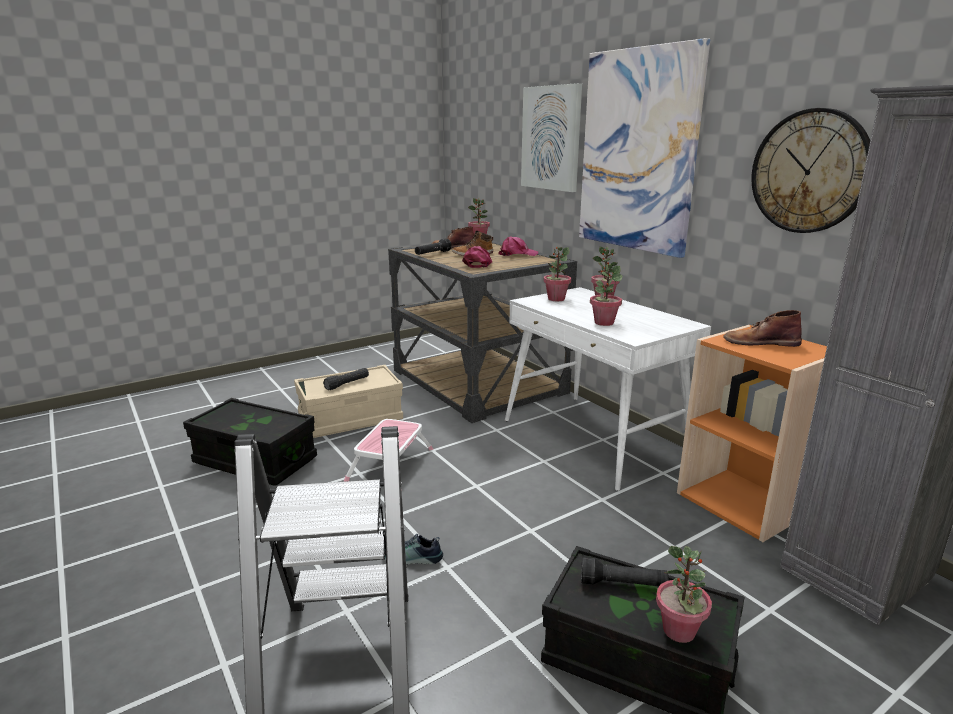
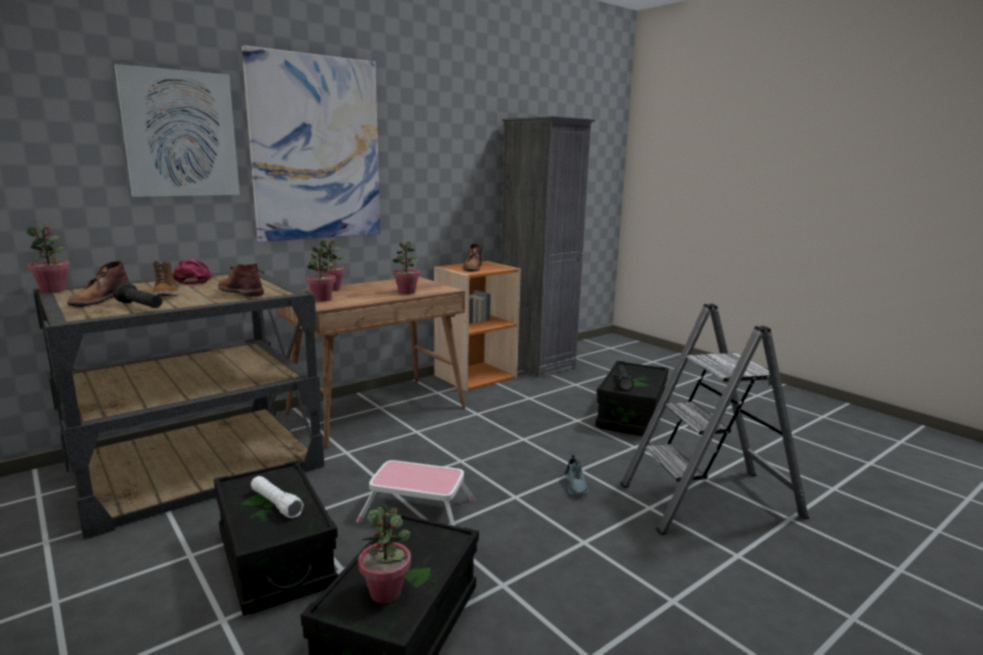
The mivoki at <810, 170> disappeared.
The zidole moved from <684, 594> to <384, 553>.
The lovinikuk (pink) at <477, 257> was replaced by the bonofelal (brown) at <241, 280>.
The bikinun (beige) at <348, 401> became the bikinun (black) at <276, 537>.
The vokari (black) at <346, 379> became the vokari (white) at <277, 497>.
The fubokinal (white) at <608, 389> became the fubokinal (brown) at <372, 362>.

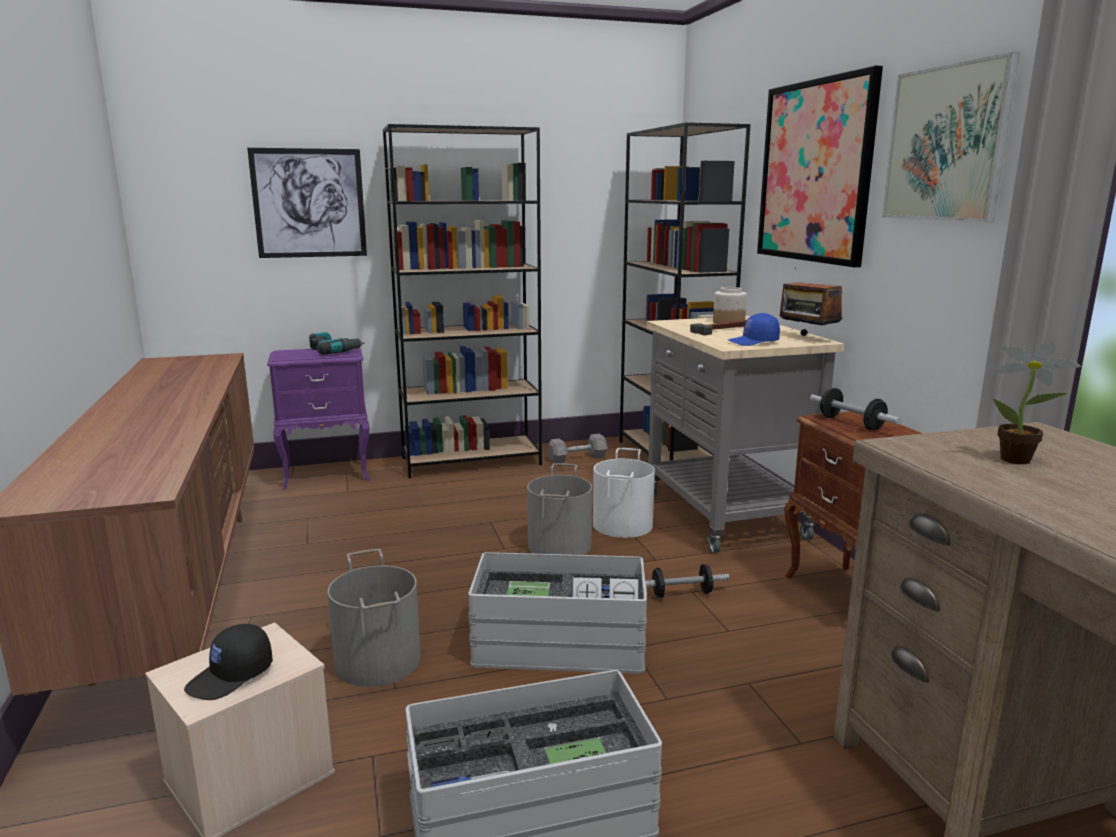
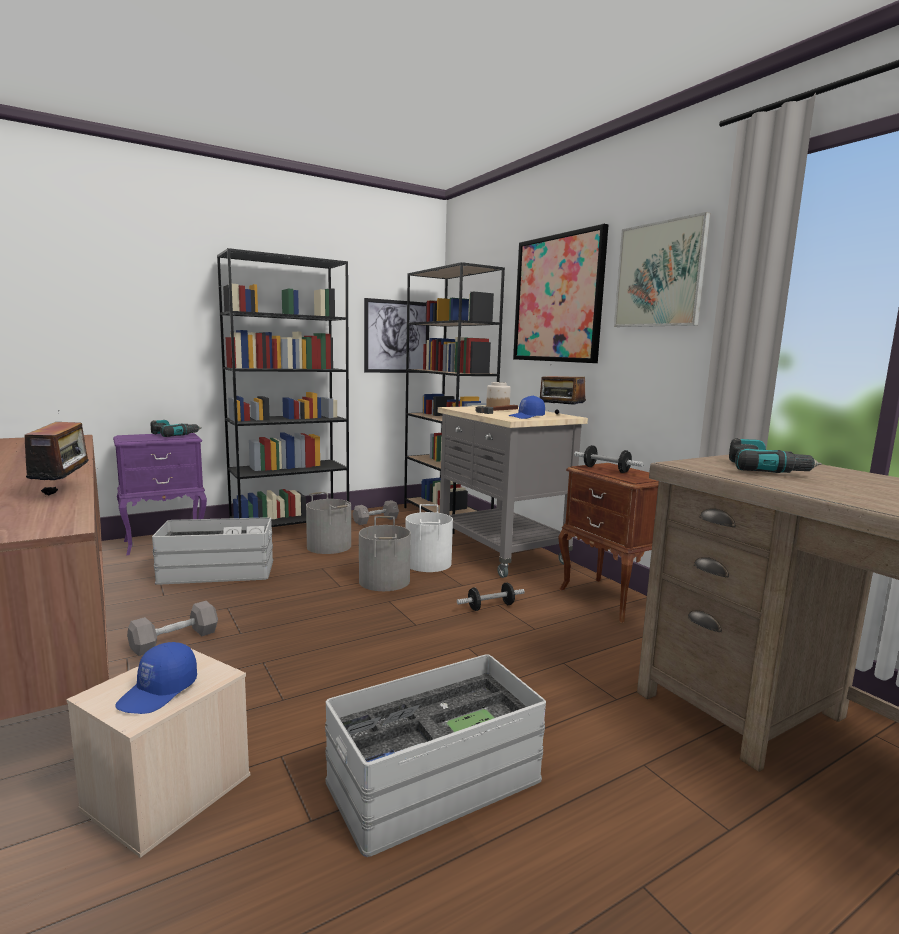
The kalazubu at <59, 452> appeared.
The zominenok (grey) at <172, 628> appeared.
The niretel moved from <307, 203> to <396, 335>.
The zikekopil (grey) moved from <374, 618> to <328, 523>.
The bikinun (grey) moved from <557, 613> to <212, 551>.
The zidole at <1037, 403> was replaced by the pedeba at <775, 455>.
The lovinikuk (black) at <228, 662> became the lovinikuk (blue) at <156, 678>.
The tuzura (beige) at <462, 301> became the tuzura (black) at <283, 387>.

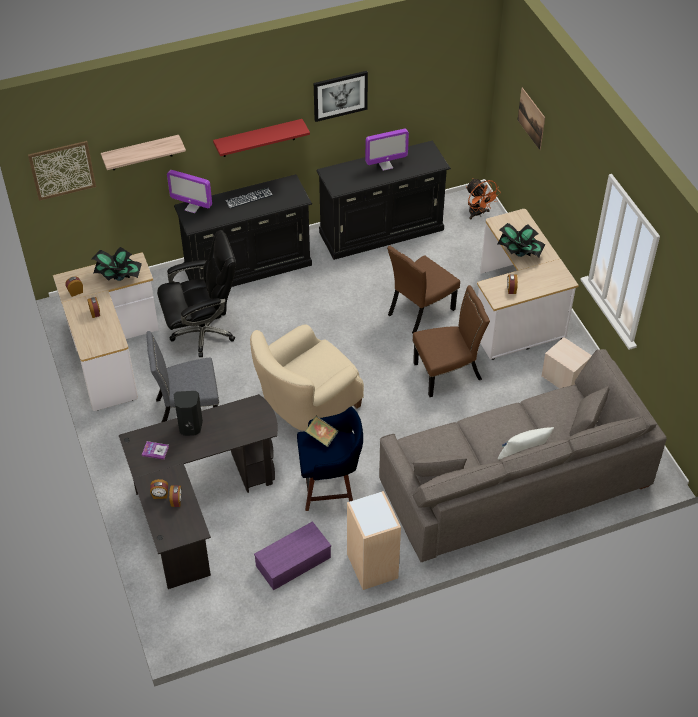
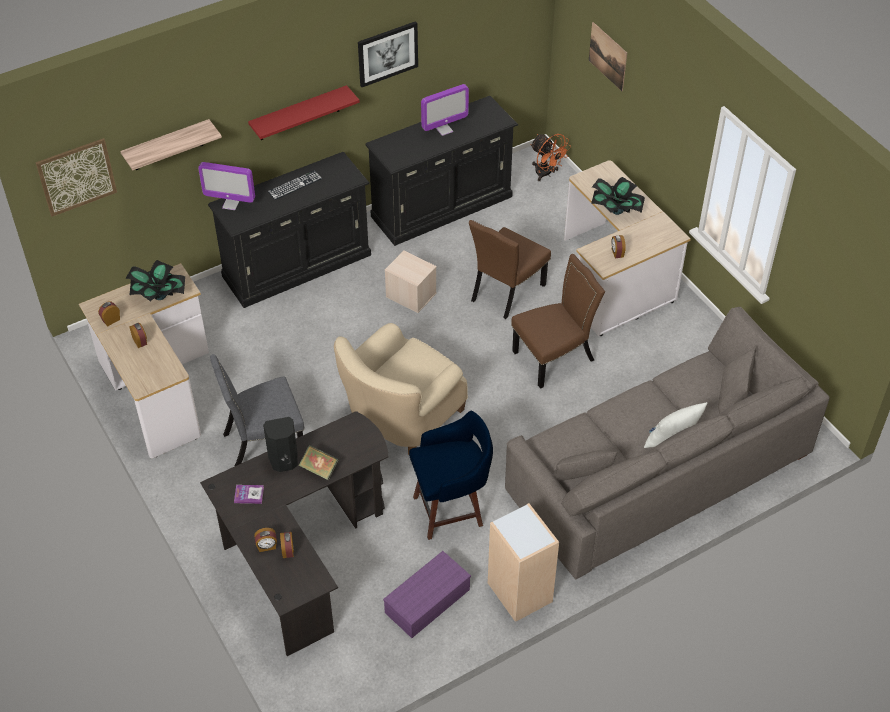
The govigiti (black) at <196, 293> disappeared.
The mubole moved from <322, 431> to <319, 462>.
The bikinun (beige) moved from <566, 363> to <411, 282>.

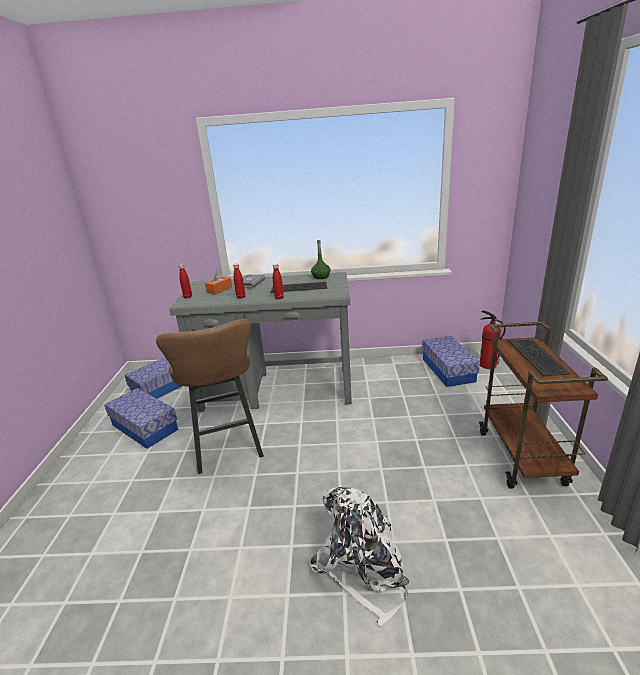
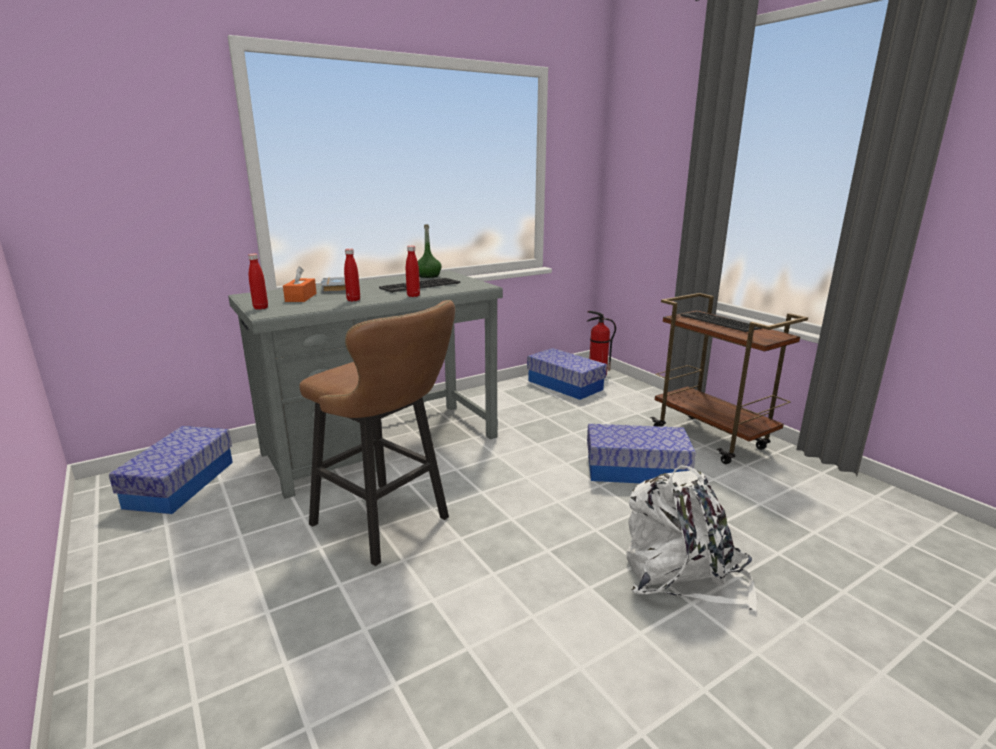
The bikinun moved from <141, 418> to <641, 453>.

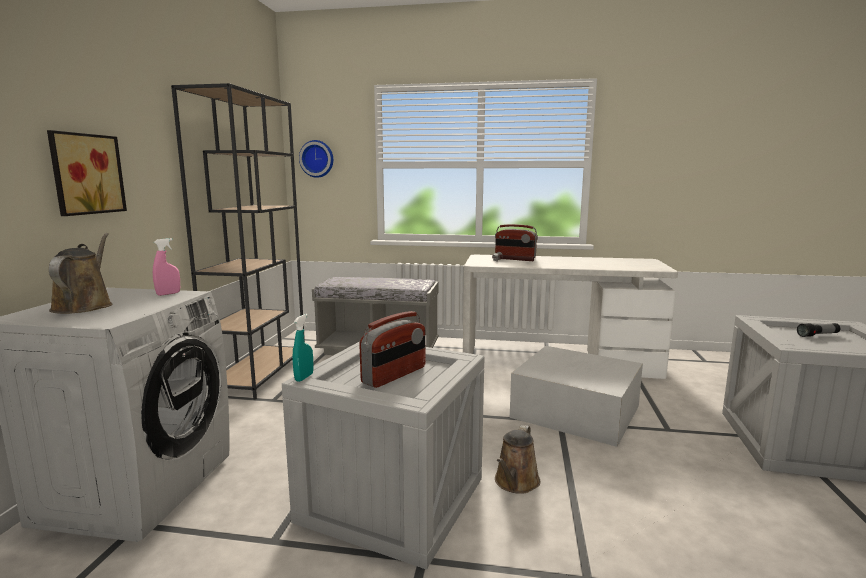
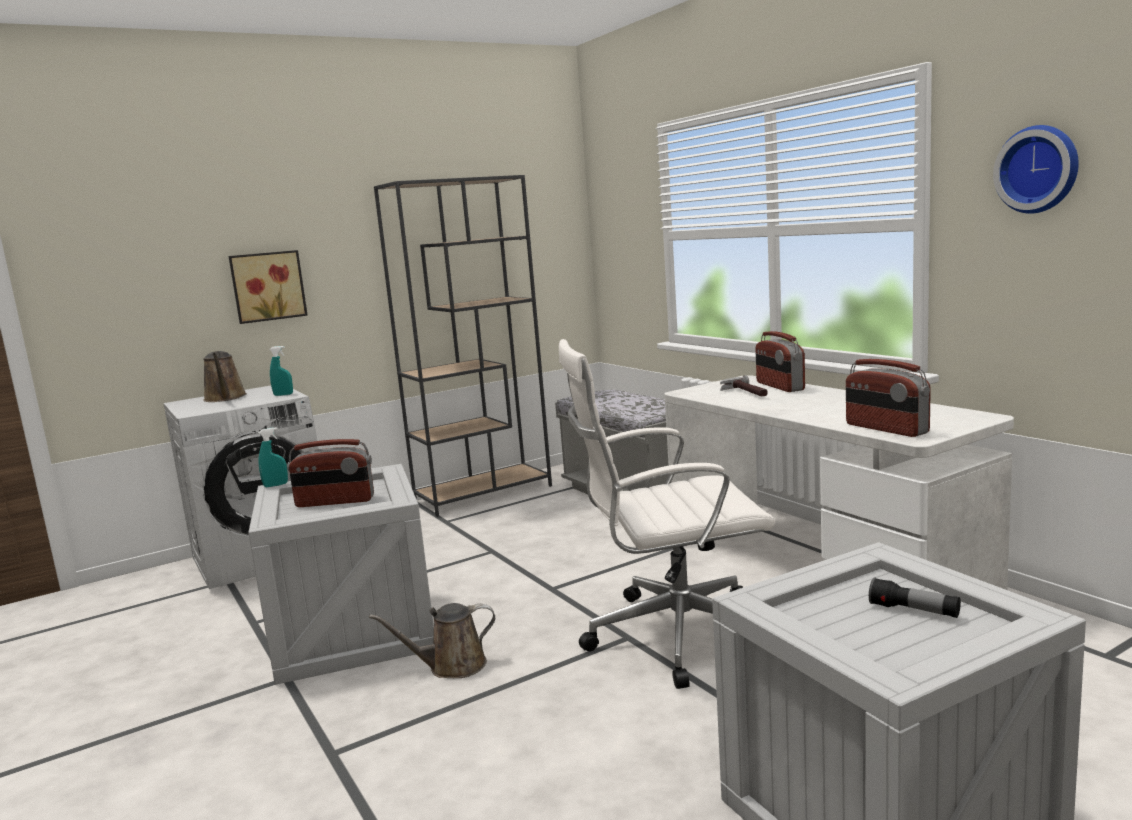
The kalazubu at <888, 398> appeared.
The mivoki moved from <316, 159> to <1036, 169>.
The bikinun (white) at <576, 396> was replaced by the govigiti (white) at <667, 514>.
The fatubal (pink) at <166, 267> became the fatubal (turquoise) at <281, 371>.
The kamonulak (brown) at <80, 273> turned 120 degrees clockwise.

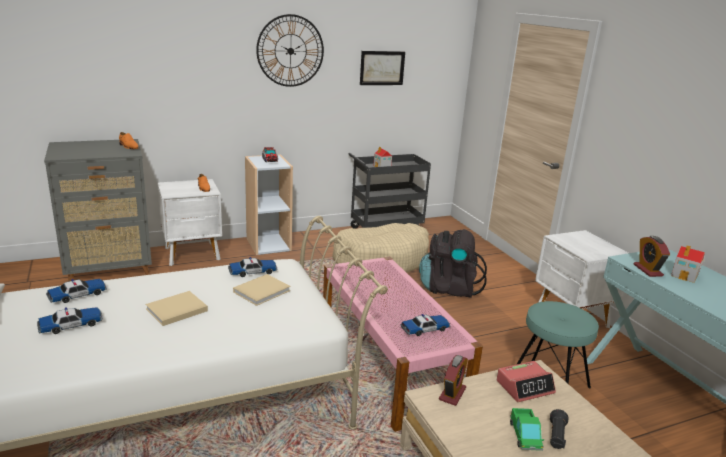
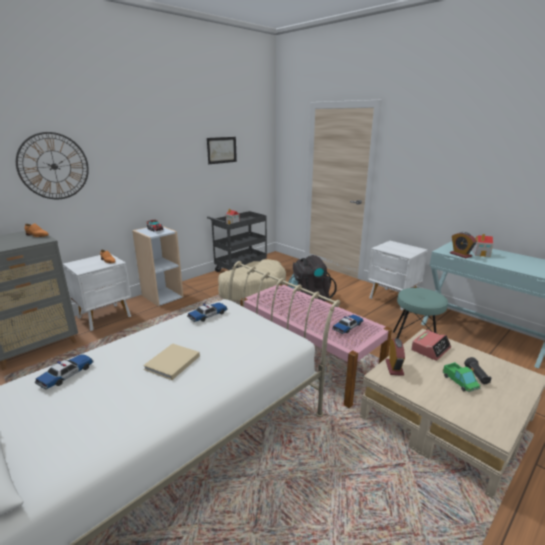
The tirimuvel at <70, 320> disappeared.
The mubole (beige) at <262, 290> disappeared.
The mivoki moved from <290, 50> to <52, 165>.

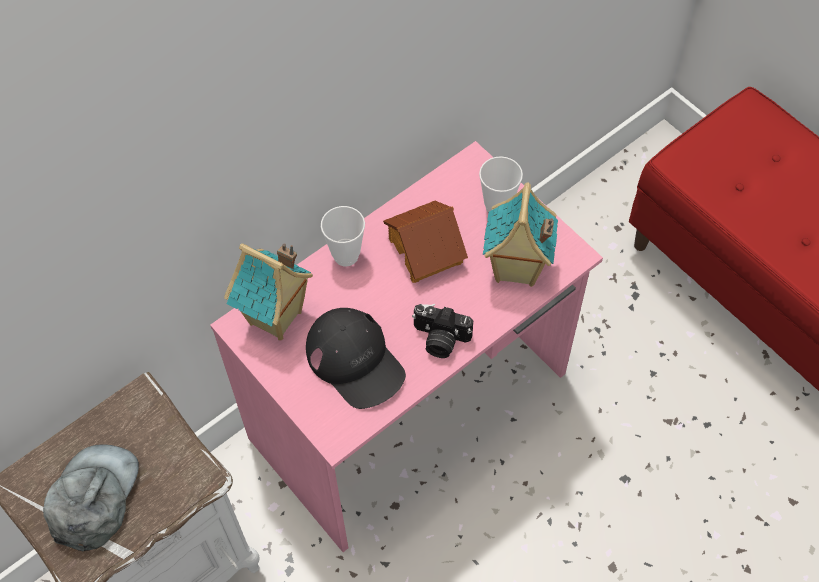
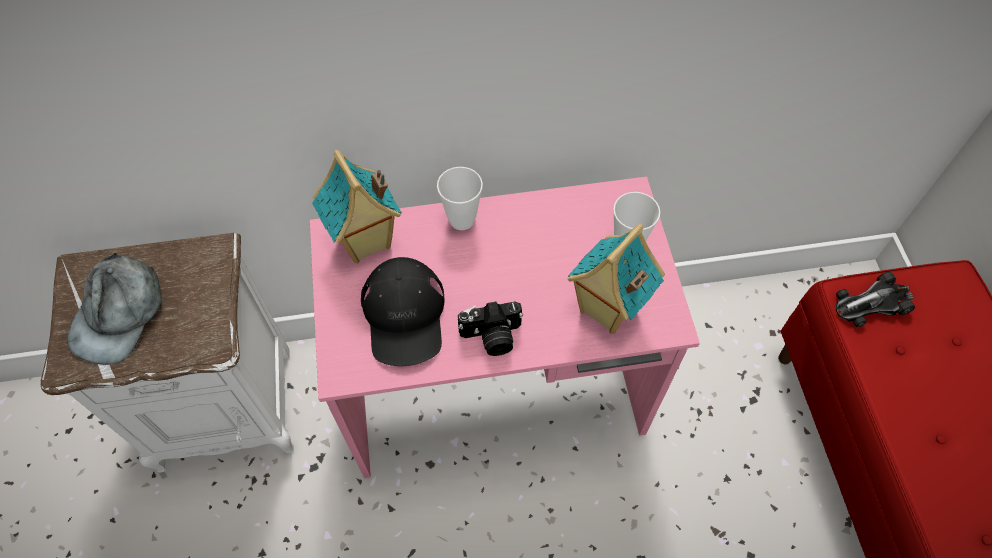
The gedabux at <425, 242> disappeared.
The tirimuvel at <875, 299> appeared.
The lovinikuk (grey) at <91, 497> turned 150 degrees clockwise.
The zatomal at <442, 331> turned 60 degrees counterclockwise.

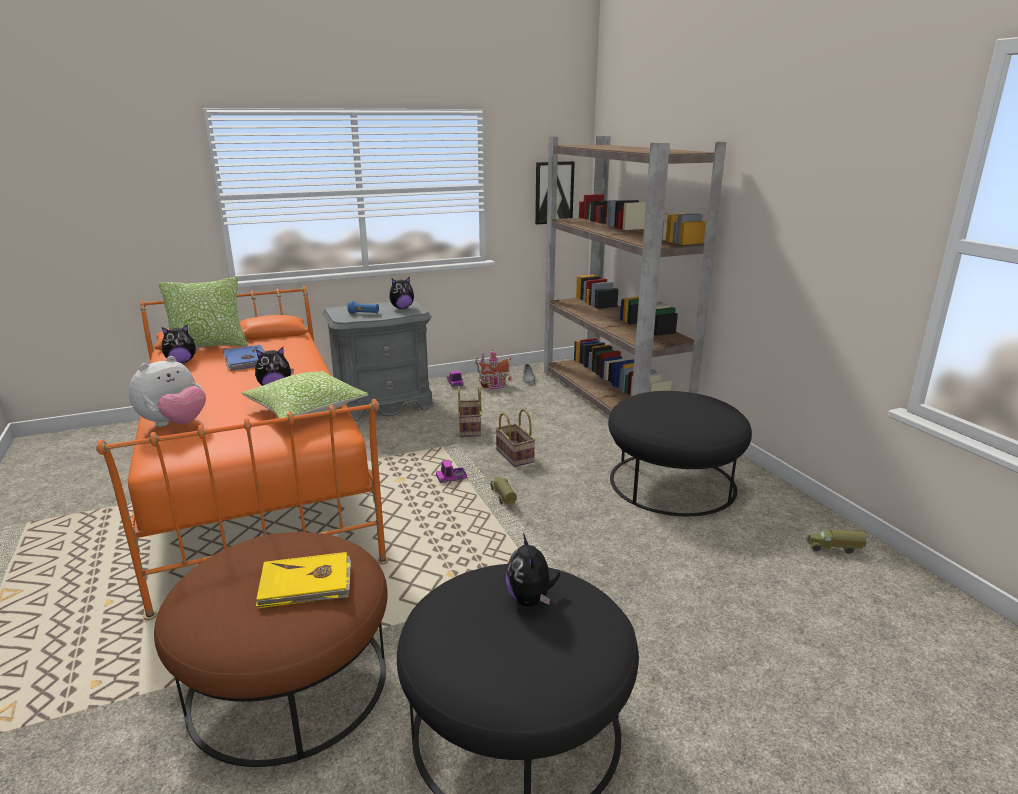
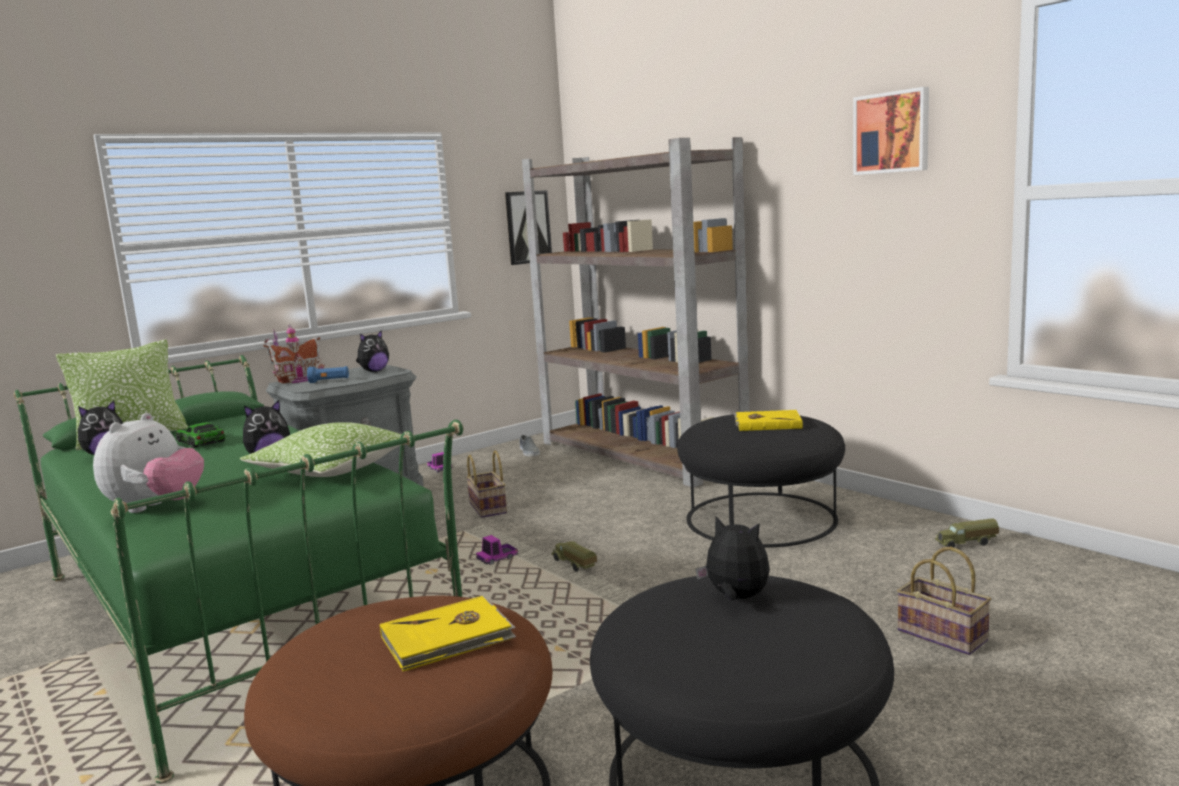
The mubole (yellow) at <768, 420> appeared.
The niretel at <891, 131> appeared.
The gedabux moved from <493, 369> to <293, 354>.
The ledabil moved from <515, 438> to <944, 601>.
The mubole (blue) at <244, 358> was replaced by the tirimuvel at <200, 435>.
The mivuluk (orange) at <242, 453> became the mivuluk (green) at <238, 569>.
The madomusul at <533, 570> turned 150 degrees clockwise.

